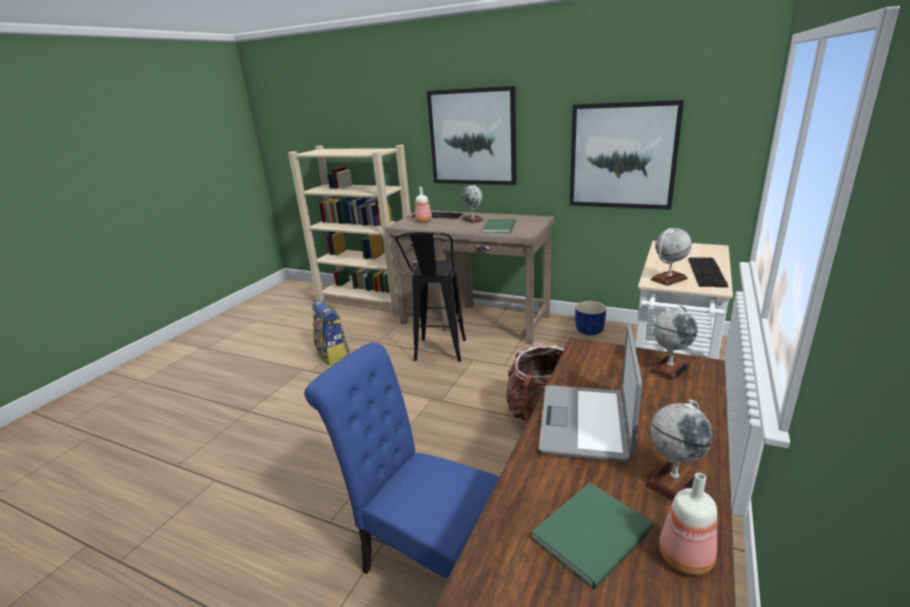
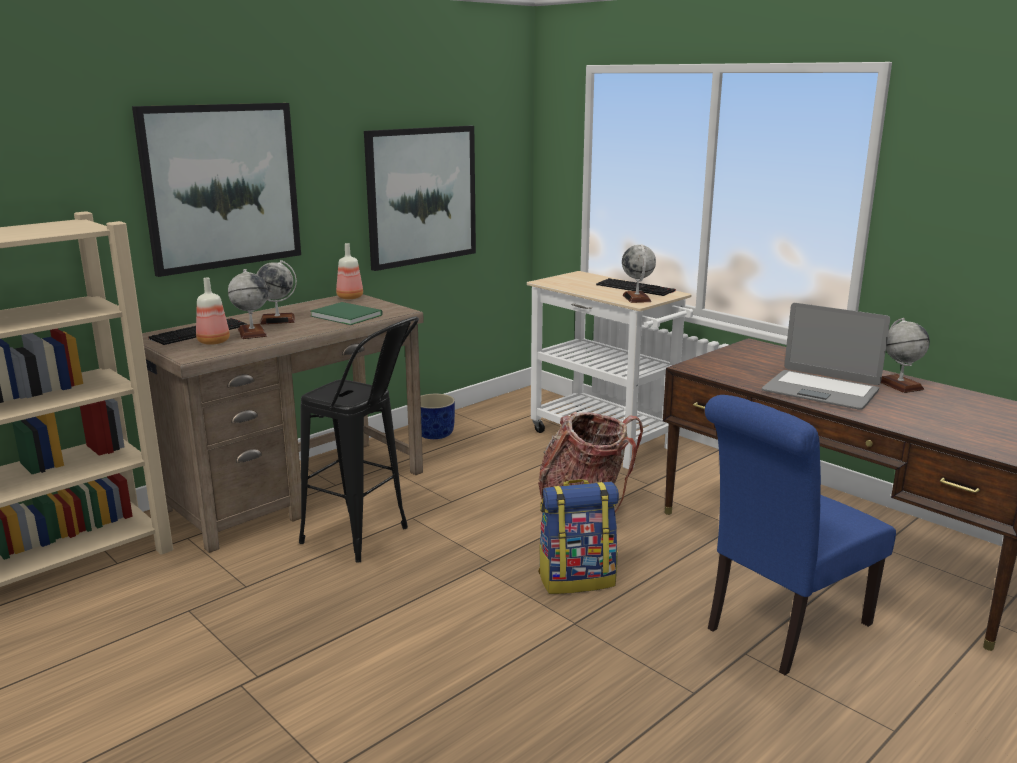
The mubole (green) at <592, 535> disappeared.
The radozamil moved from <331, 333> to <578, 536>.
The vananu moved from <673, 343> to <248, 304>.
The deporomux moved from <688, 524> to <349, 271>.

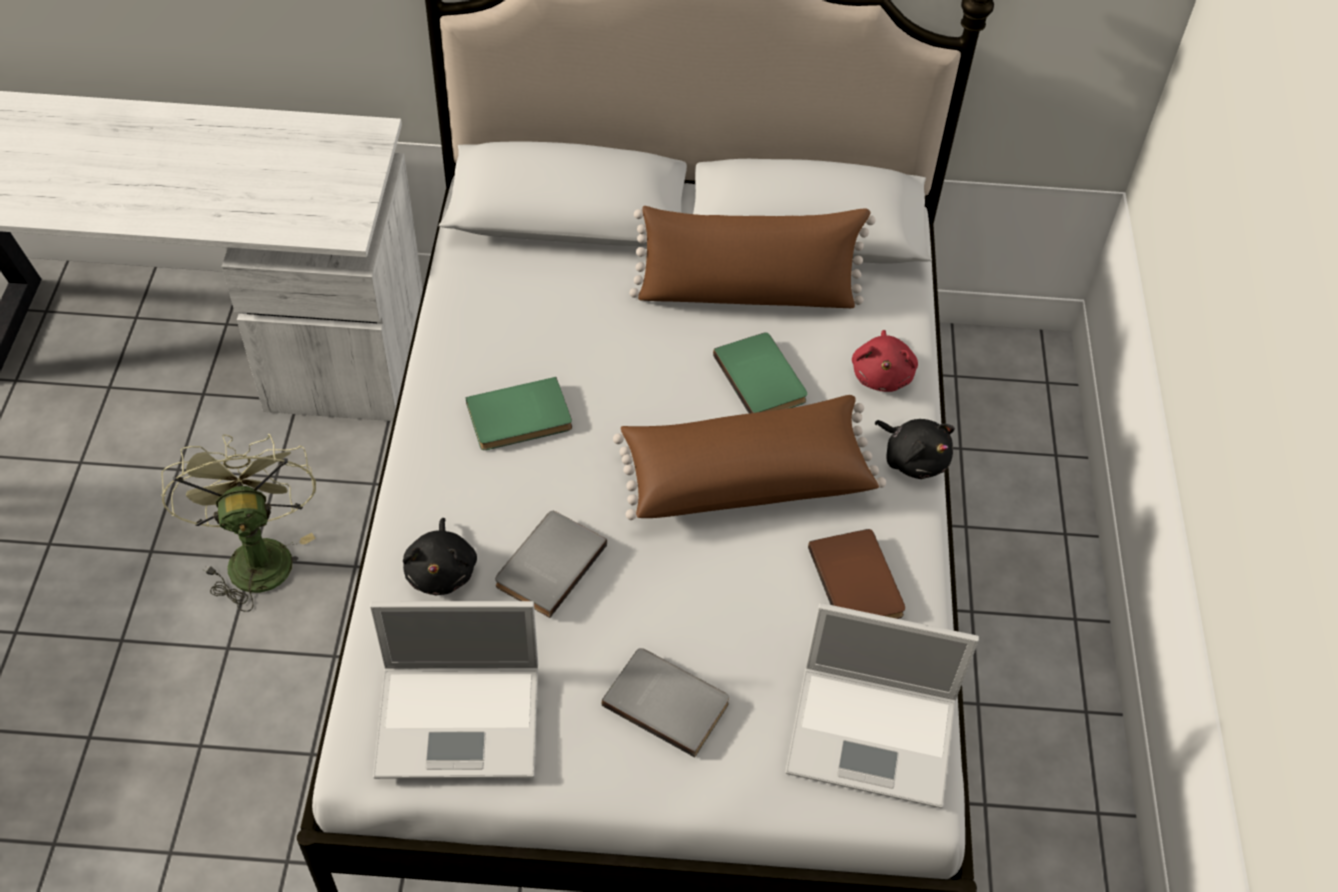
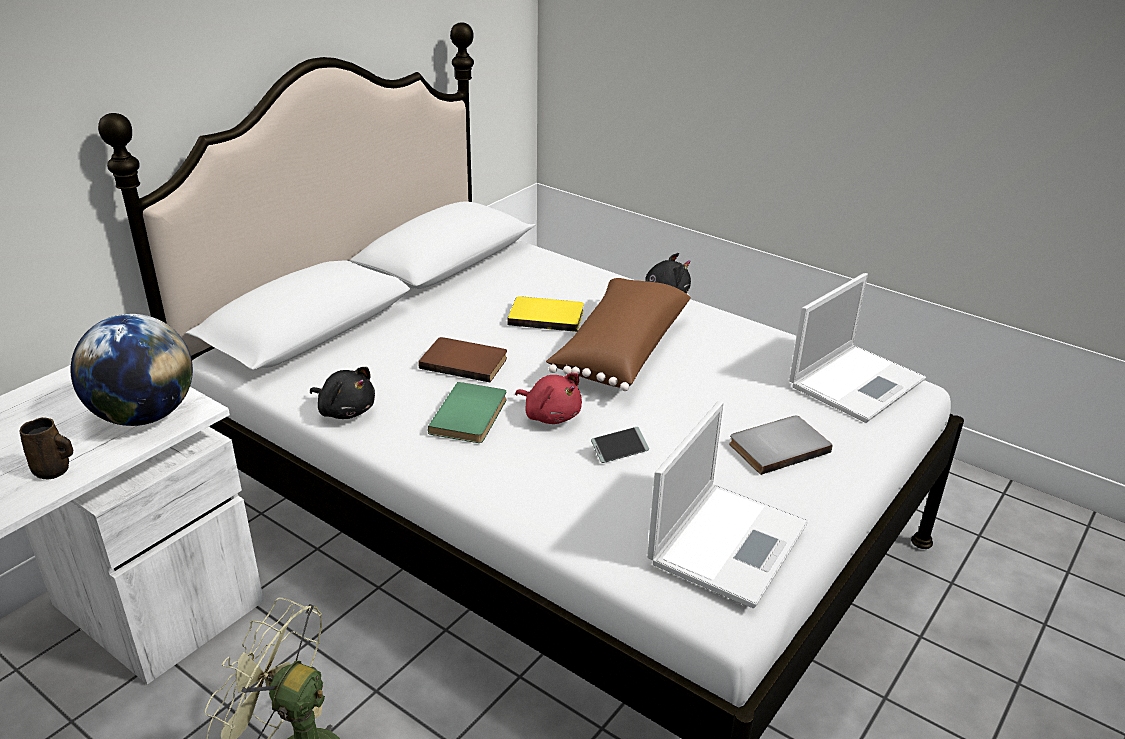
The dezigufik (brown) at <753, 257> disappeared.
The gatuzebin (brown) at <46, 448> appeared.
The vananu at <131, 370> appeared.
The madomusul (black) moved from <440, 556> to <342, 393>.
The mubole (brown) moved from <856, 574> to <462, 359>.
The madomusul (red) moved from <885, 361> to <548, 398>.
The mubole (grey) at <551, 564> was replaced by the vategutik at <620, 445>.
The mubole (green) at <760, 372> became the mubole (yellow) at <545, 314>.

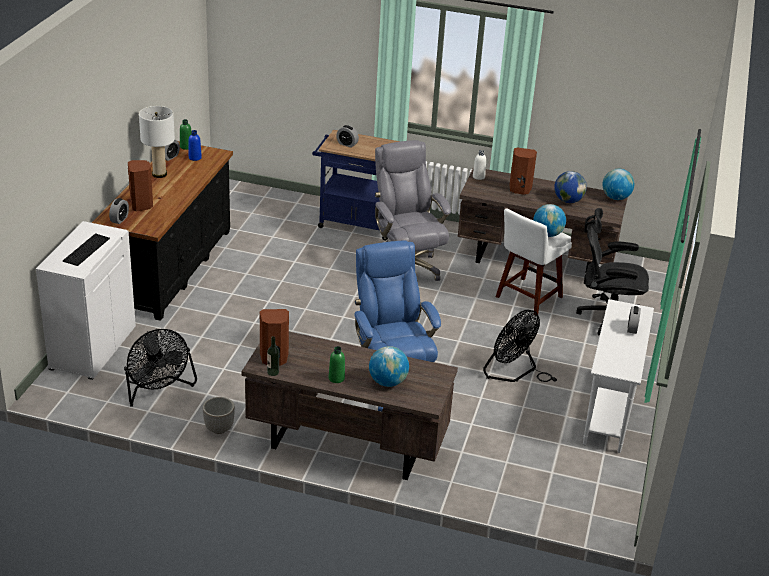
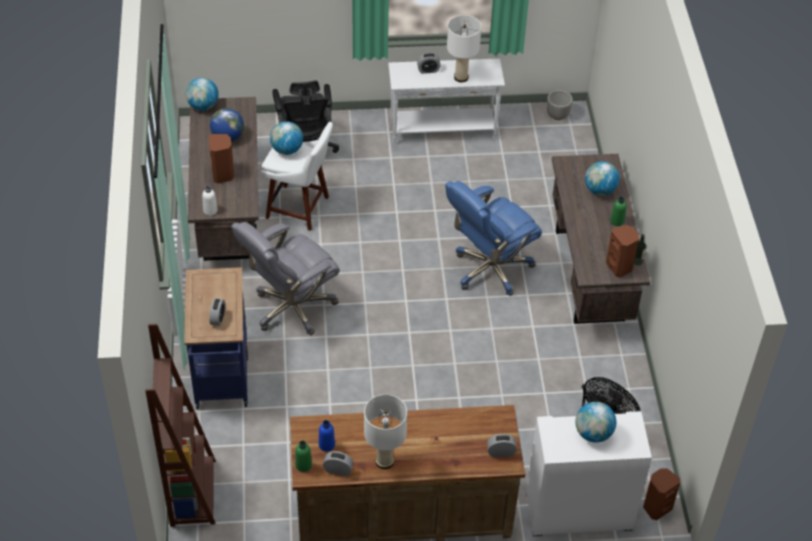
The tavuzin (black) at <520, 346> disappeared.
The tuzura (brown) at <180, 425> appeared.
The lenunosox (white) at <464, 48> appeared.
The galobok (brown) moved from <140, 186> to <661, 494>.
The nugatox moved from <219, 415> to <560, 105>.
The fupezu at <86, 249> was replaced by the vananu at <596, 422>.

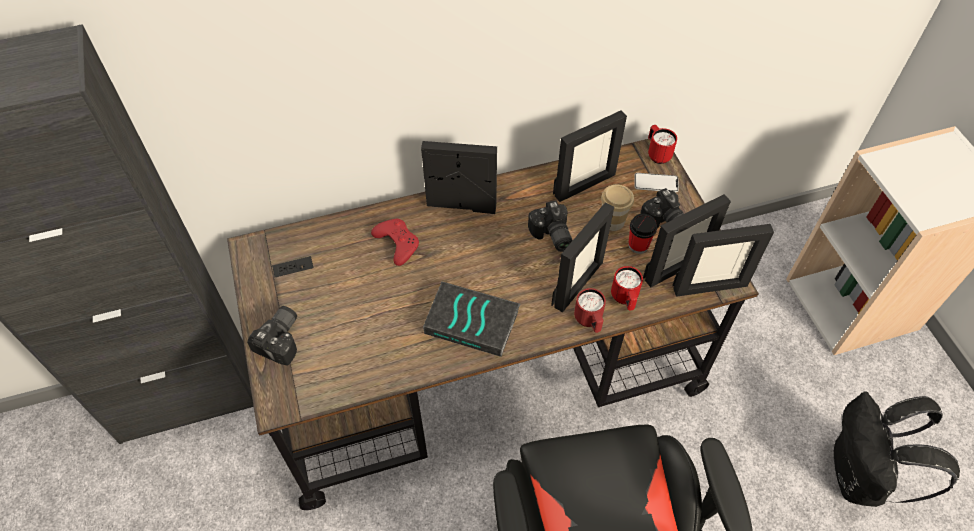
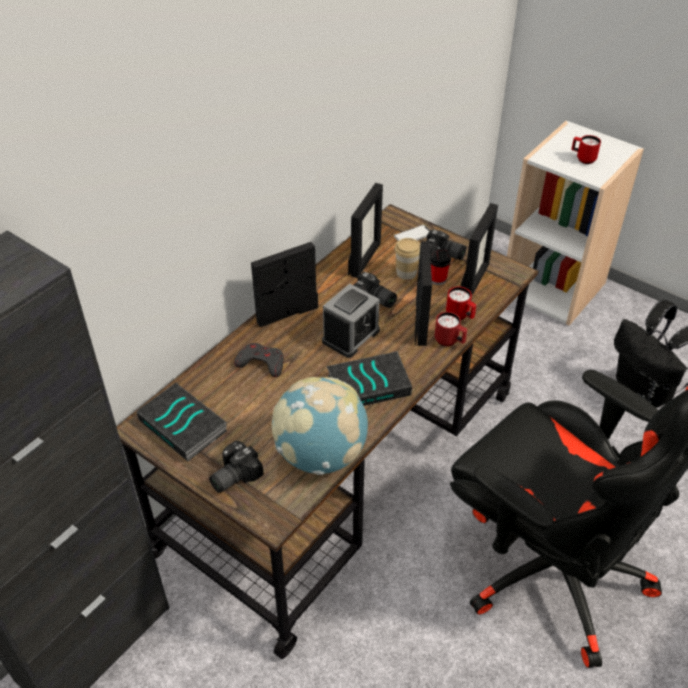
The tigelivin at <723, 260> disappeared.
The mubole at <181, 422> appeared.
The vananu at <320, 426> appeared.
The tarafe at <351, 321> appeared.
The gatuzebin (red) moved from <662, 144> to <586, 149>.
The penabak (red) at <395, 242> became the penabak (grey) at <259, 360>.
The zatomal at <272, 336> turned 120 degrees counterclockwise.

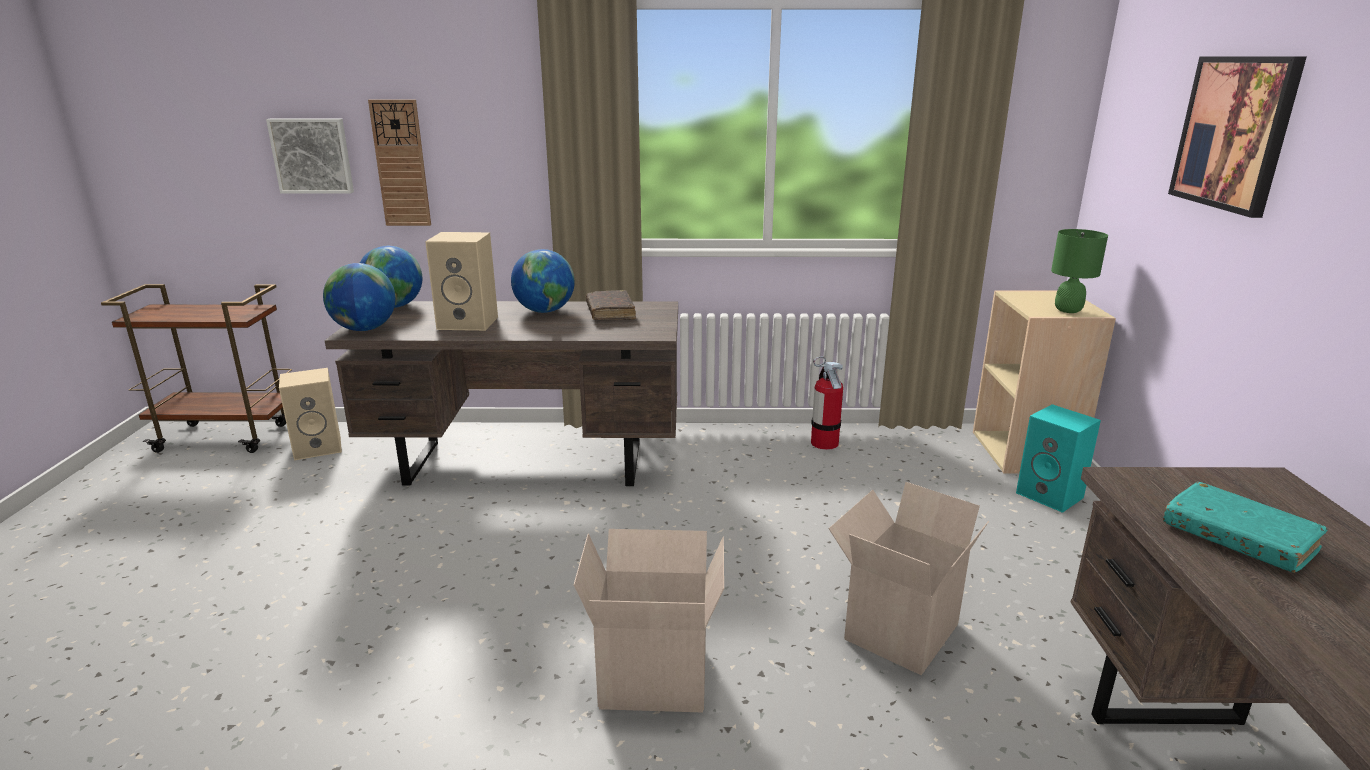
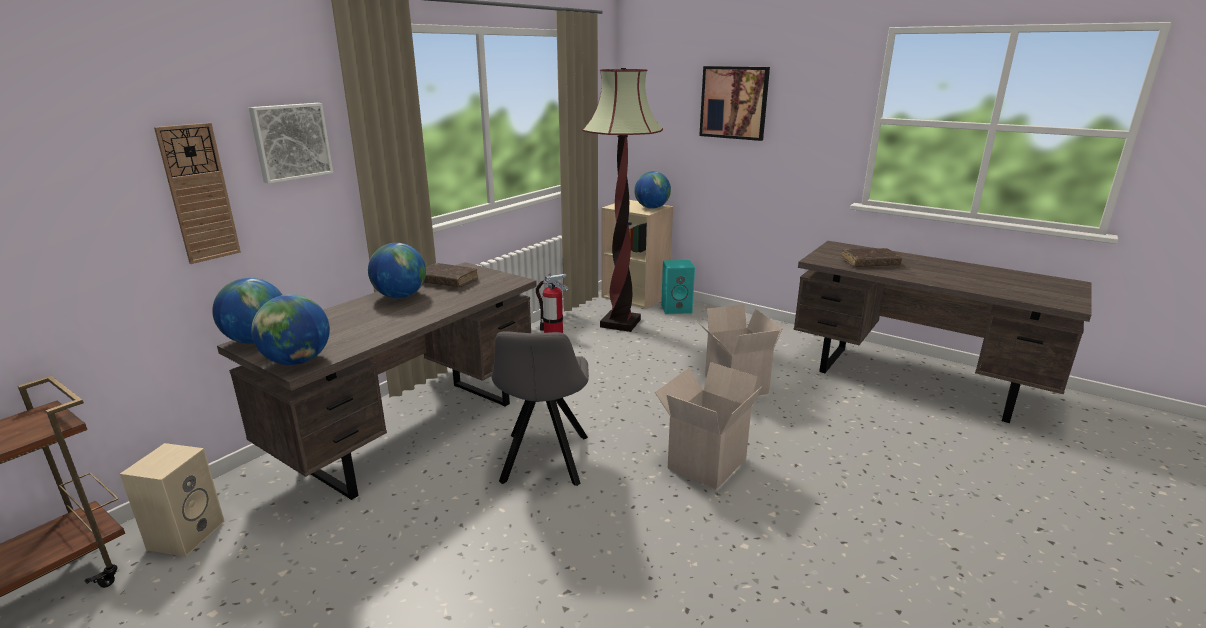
The galobok (beige) at <461, 281> disappeared.
The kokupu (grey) at <540, 408> appeared.
The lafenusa at <622, 200> appeared.
The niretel moved from <310, 156> to <291, 143>.
The lenunosox (green) at <1079, 271> was replaced by the vananu at <652, 190>.
The mubole (turquoise) at <1245, 527> became the mubole (brown) at <872, 257>.

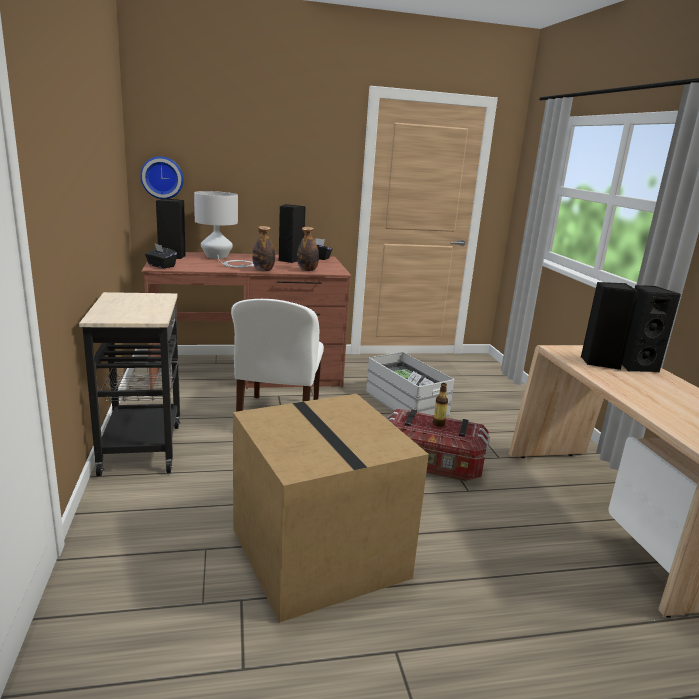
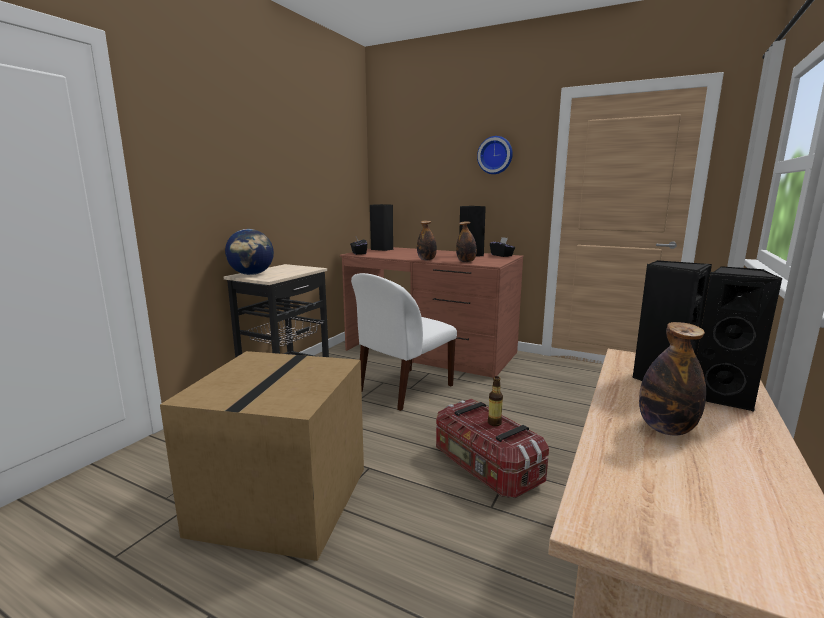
The lenunosox (white) at <224, 229> disappeared.
The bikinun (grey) at <410, 384> disappeared.
The vananu at <249, 252> appeared.
The deporomux at <672, 379> appeared.
The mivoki moved from <162, 177> to <495, 155>.

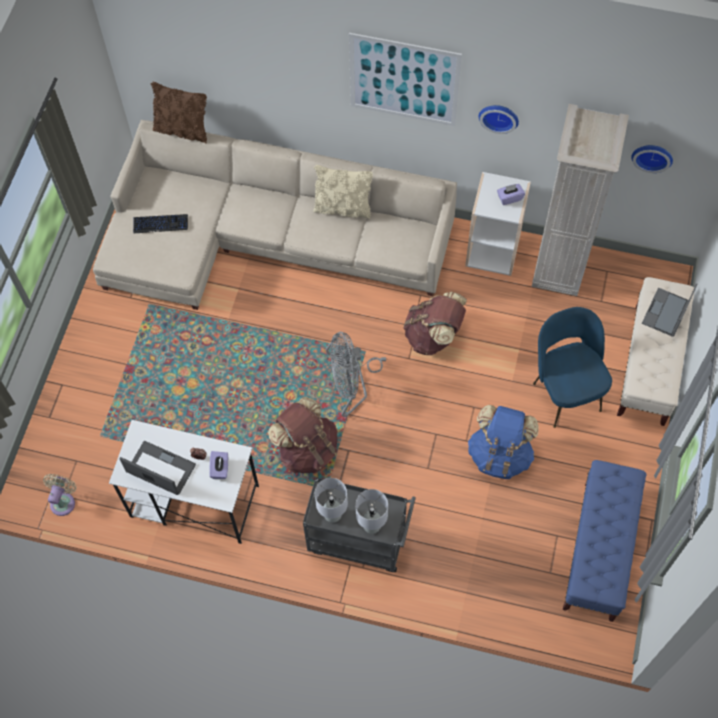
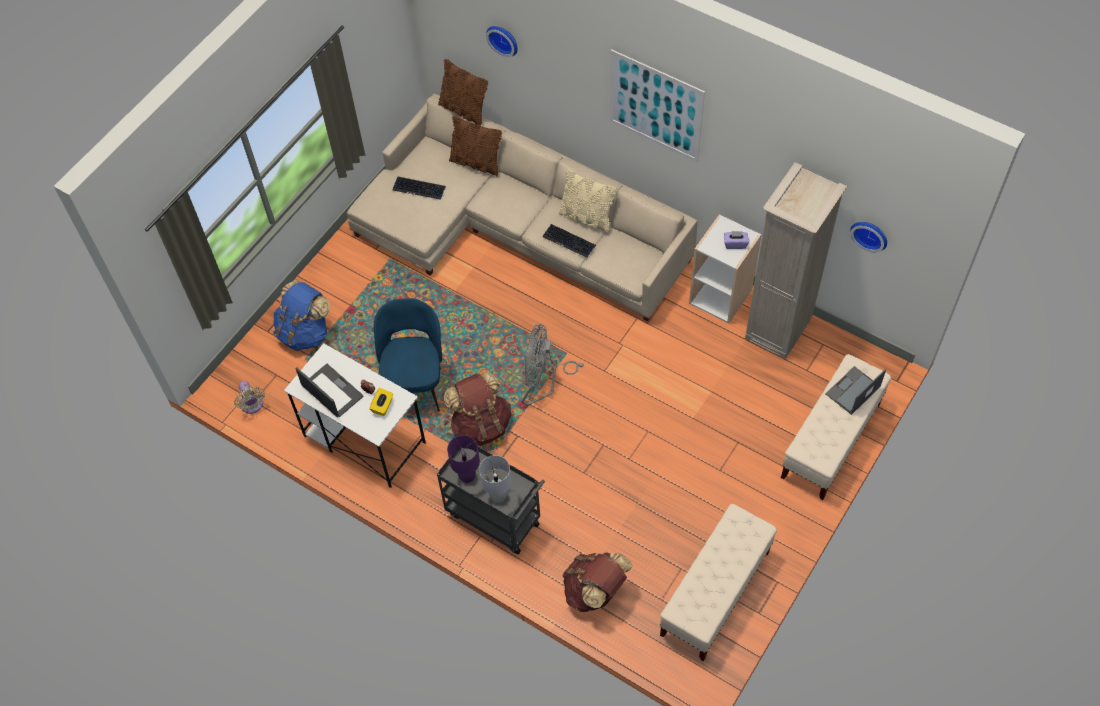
The dezigufik (brown) at <475, 145> appeared.
The fupezu at <569, 241> appeared.
The radozamil (brown) moved from <435, 323> to <597, 582>.
The radozamil (blue) moved from <503, 442> to <301, 315>.
The mivoki moved from <499, 119> to <502, 41>.
The kokupu (blue) moved from <572, 367> to <408, 355>.
The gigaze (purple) at <218, 465> became the gigaze (yellow) at <381, 402>.
The lenunosox (grey) at <331, 500> became the lenunosox (purple) at <463, 459>.
The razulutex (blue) at <604, 541> became the razulutex (beige) at <718, 582>.
The tavuzin (beige) at <59, 495> turned 120 degrees clockwise.

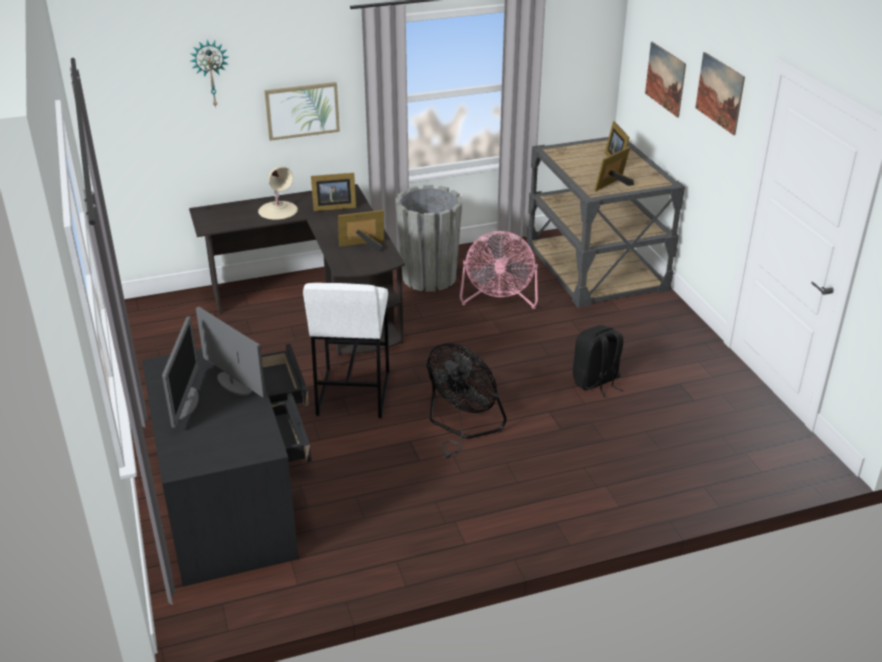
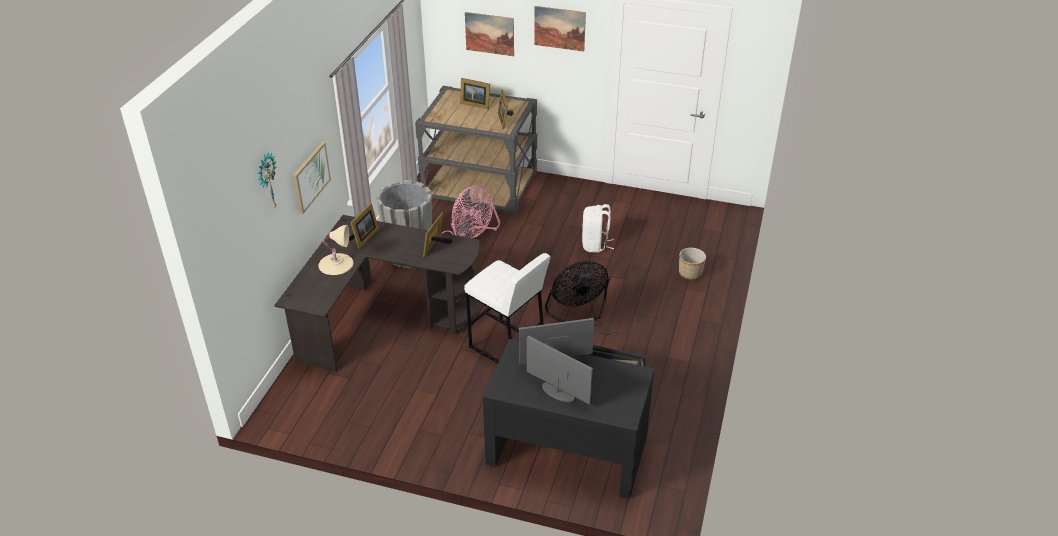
The nugatox at <692, 264> appeared.
The radozamil (black) at <598, 361> became the radozamil (white) at <598, 228>.

